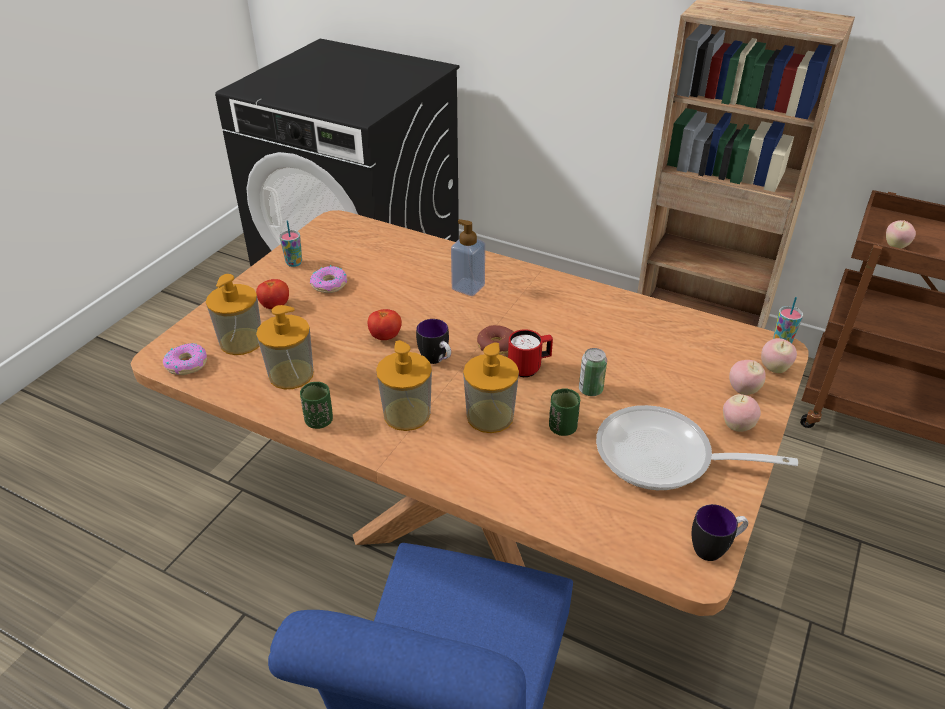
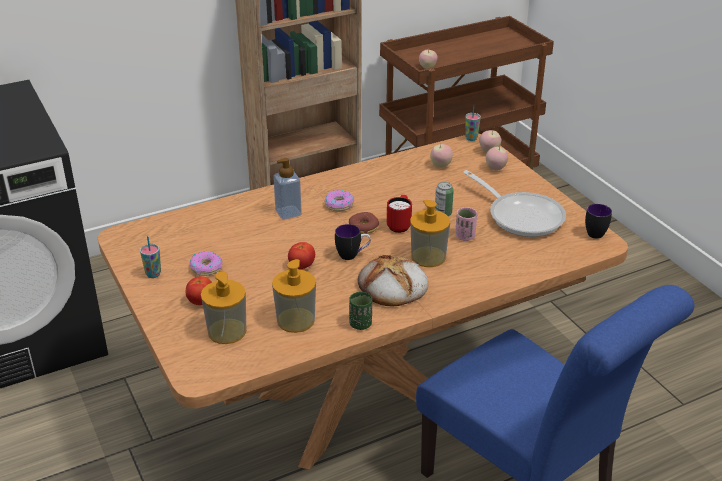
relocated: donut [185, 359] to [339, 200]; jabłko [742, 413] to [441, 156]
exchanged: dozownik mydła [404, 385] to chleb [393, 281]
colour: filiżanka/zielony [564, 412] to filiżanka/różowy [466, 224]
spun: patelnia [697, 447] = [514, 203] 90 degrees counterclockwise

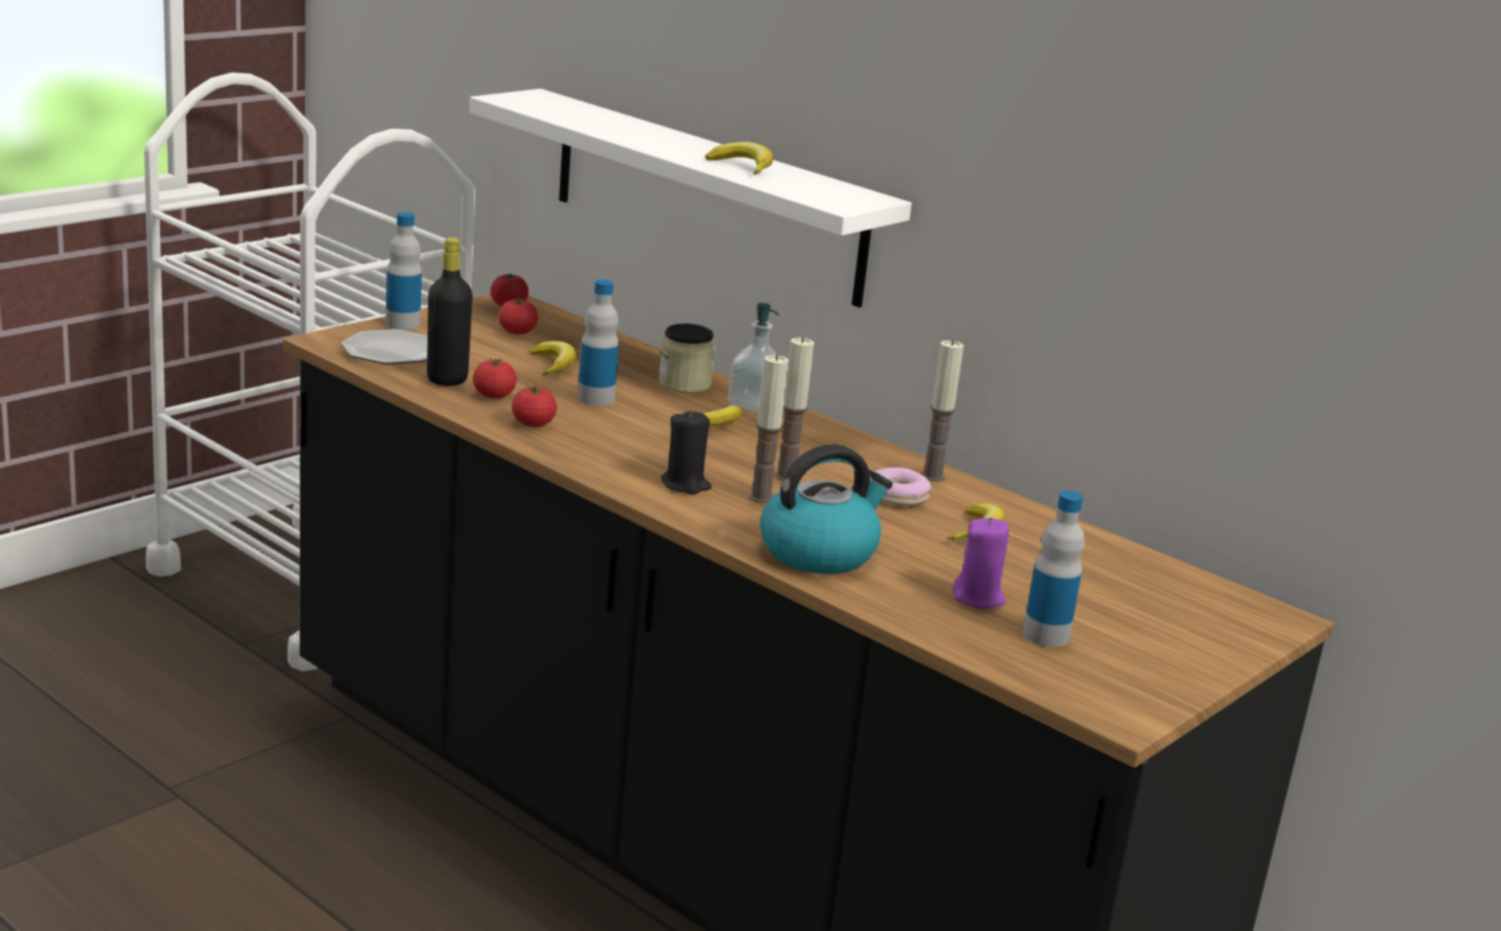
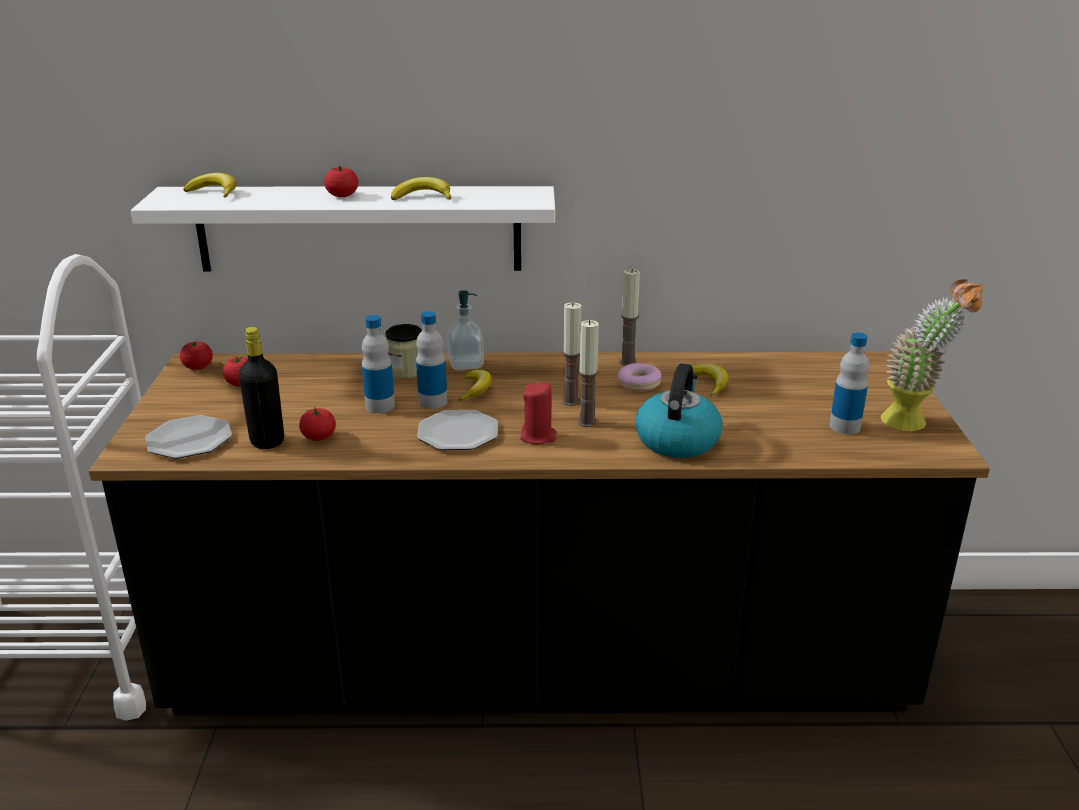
missing: świeca/fioletowy [980, 562]
appeared: talerz [457, 430]; roślina doniczkowa [932, 355]
relocated: butelka [404, 271] to [432, 360]; pomidor [534, 406] to [341, 181]; banan [552, 358] to [209, 185]
colour: świeca/czarny [686, 452] to świeca/czerwony [538, 413]

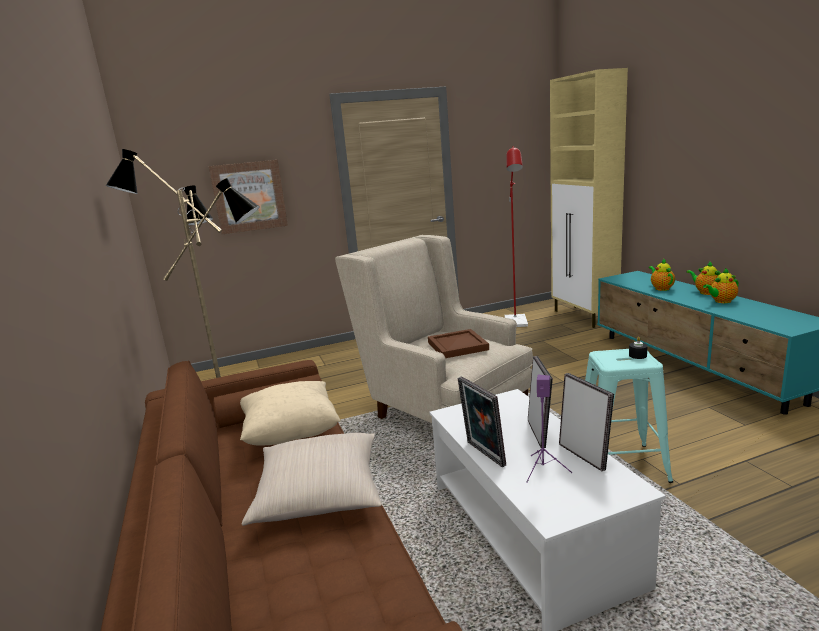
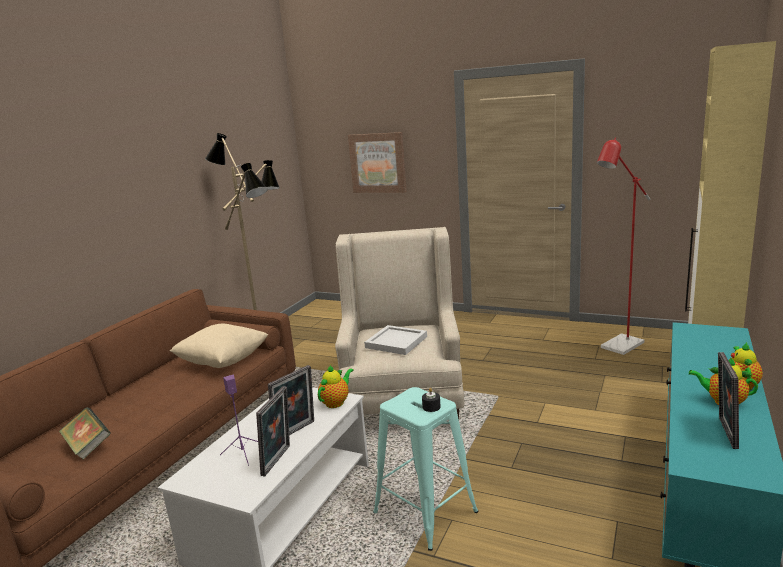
missing: poduszka/beżowy [312, 479]
appeared: książka [85, 433]
relocated: ramka na zdjęcie [482, 421] to [728, 400]; imbryk [662, 275] to [336, 386]
colour: taca/brązowy [458, 343] to taca/biały [395, 340]

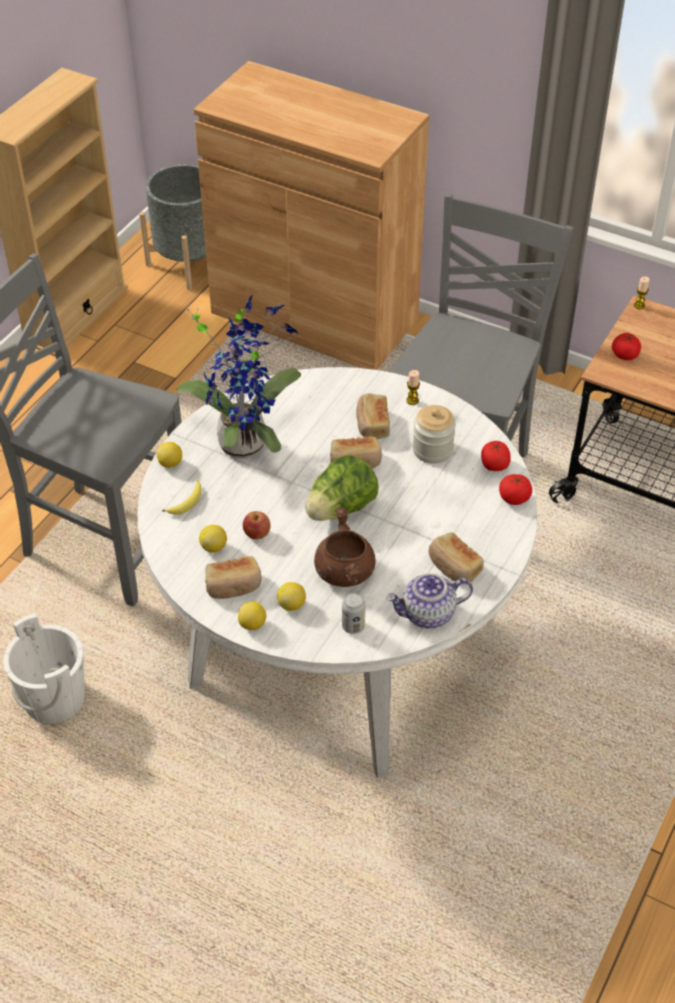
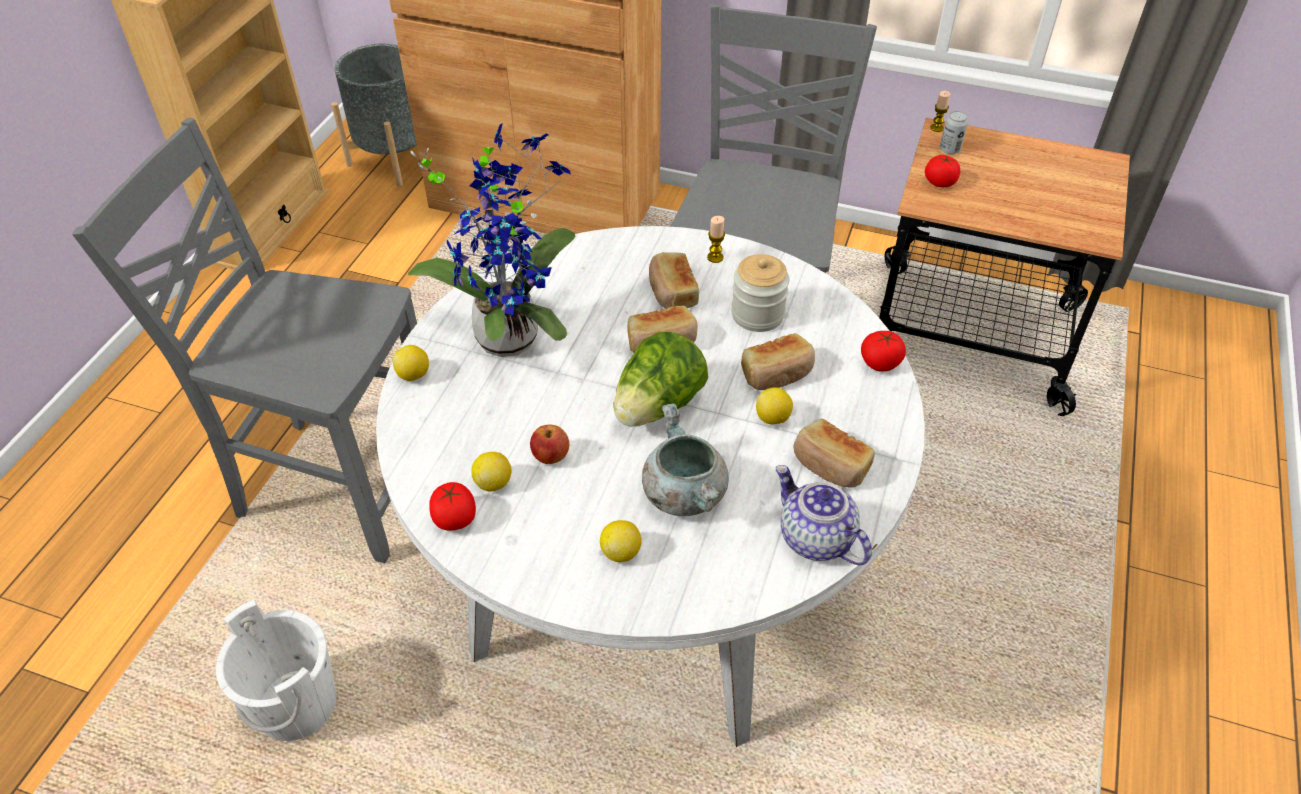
missing: banan [182, 497]
relocated: chleb [233, 577] to [778, 361]; cytryna [252, 615] to [774, 405]; puszka [353, 613] to [954, 132]; pomidor [496, 456] to [452, 506]
colour: garnek/brązowy [345, 547] to garnek/szary [685, 459]
spun: imbryk [429, 600] = [824, 515] 75 degrees clockwise

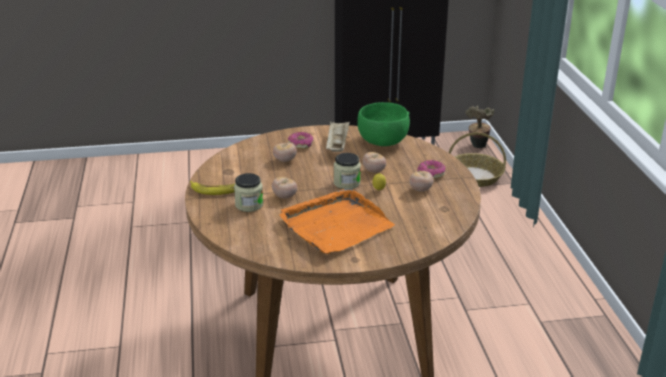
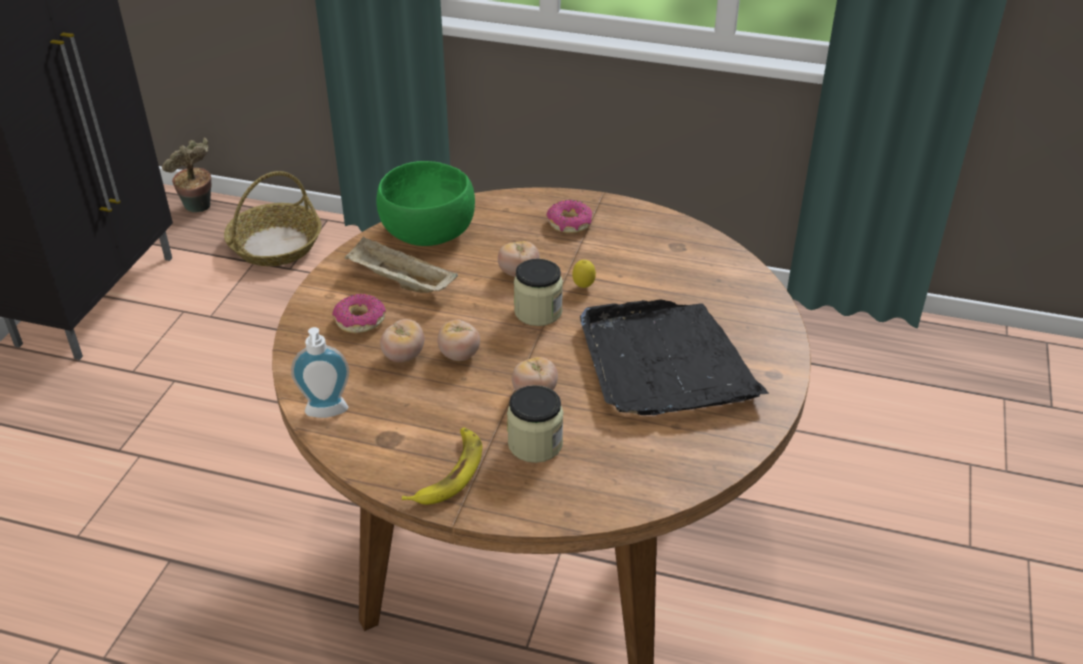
appeared: dozownik mydła [320, 372]
relocated: pomidor [421, 181] to [458, 340]
colour: taca/pomarańczowy [337, 221] to taca/czarny [674, 357]

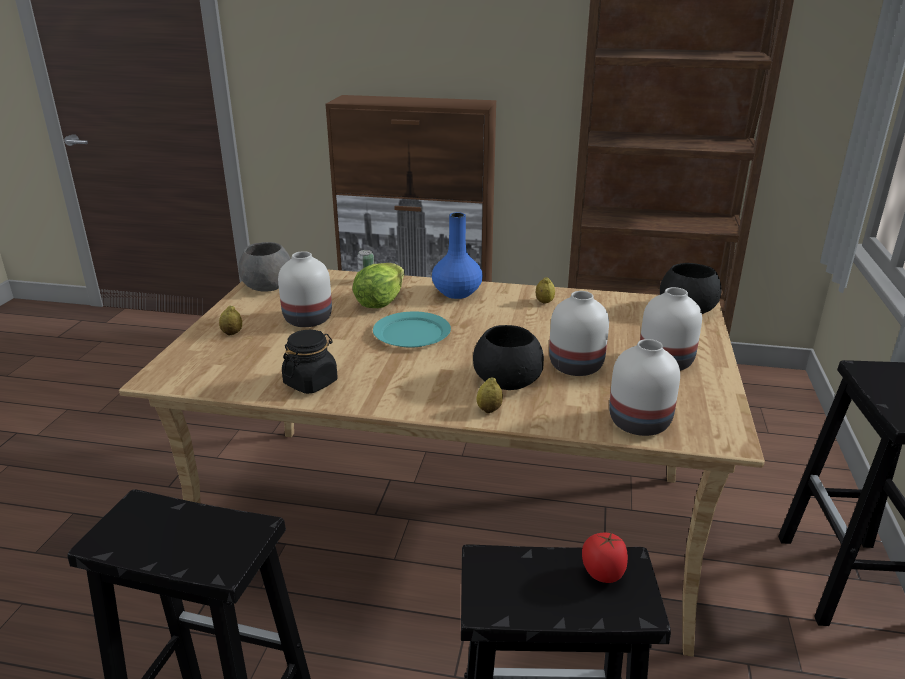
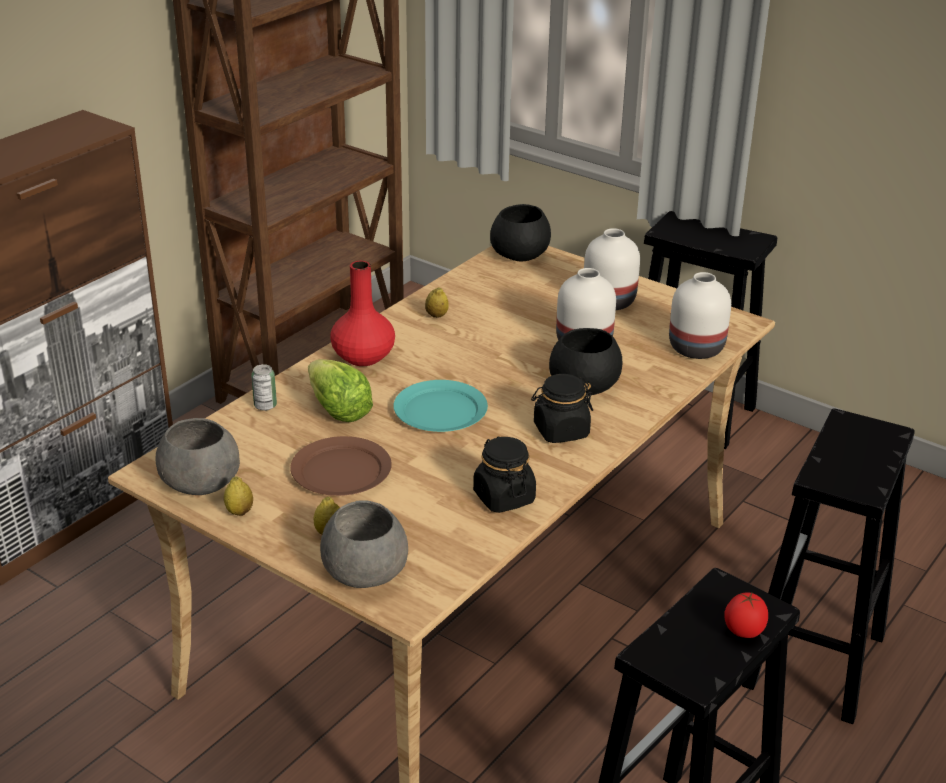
appeared: miska/szary [364, 544]; słoik/czarny [562, 408]
relocated: cytryna [490, 395] to [238, 496]; pomidor [605, 557] to [746, 615]
exchanged: wazon/biały [305, 289] to talerz/brązowy [341, 466]
colour: wazon/niebieski [457, 255] to wazon/czerwony [362, 313]

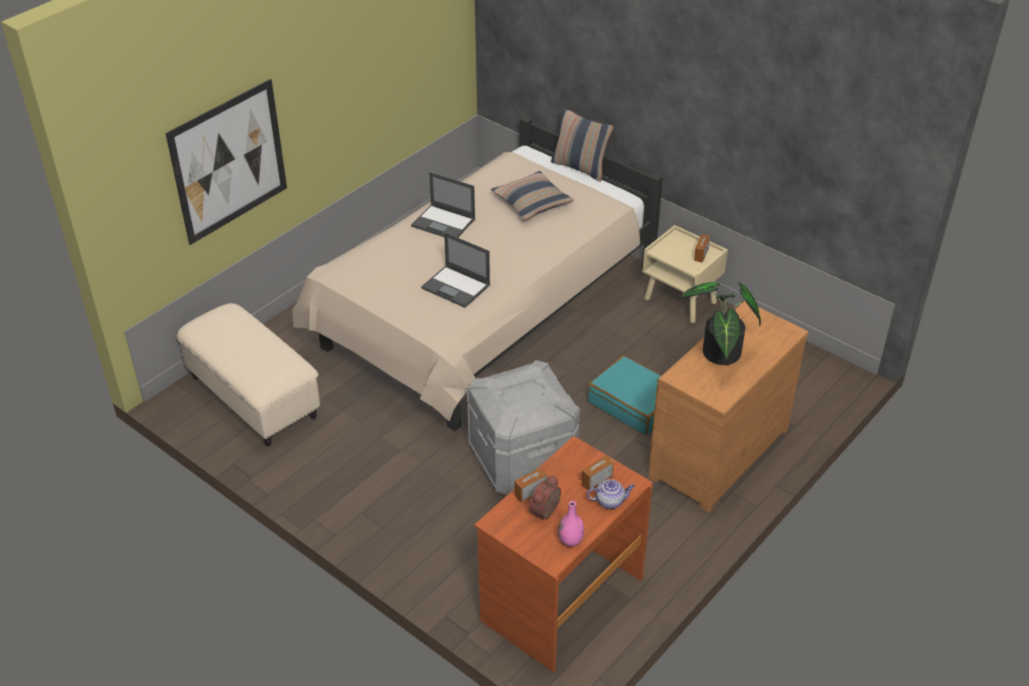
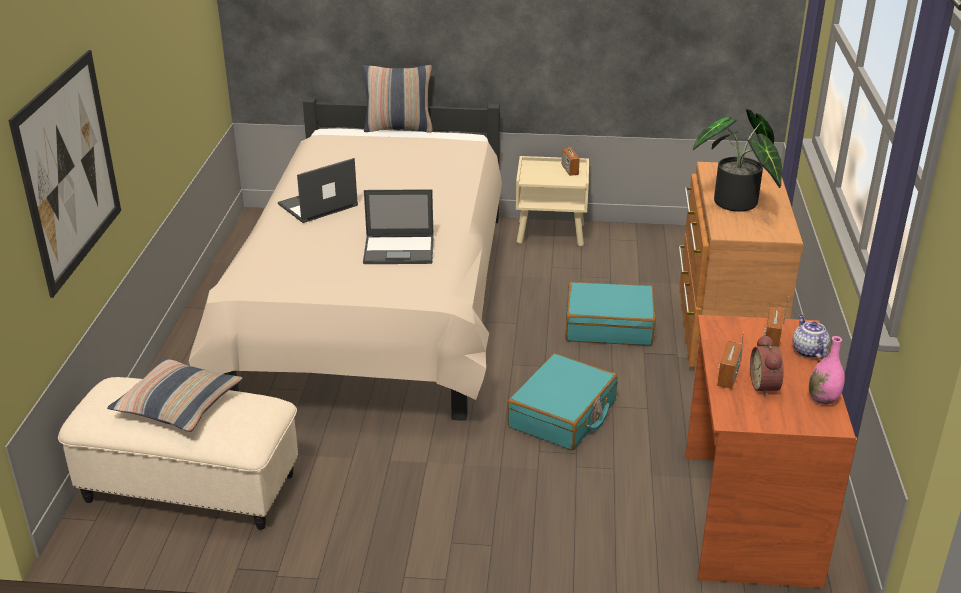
relocated: poduszka [532, 195] to [174, 395]
exchanged: pojemnik do przechowywania/szary [523, 427] to walizka/turkusowy [562, 402]
spun: laptop [443, 205] = [318, 190] 150 degrees clockwise; imbryk [611, 494] = [811, 336] 60 degrees counterclockwise

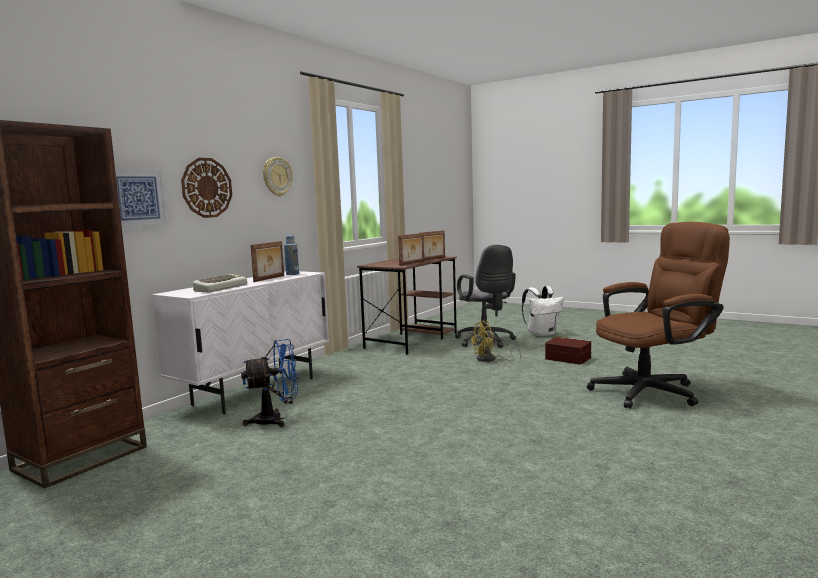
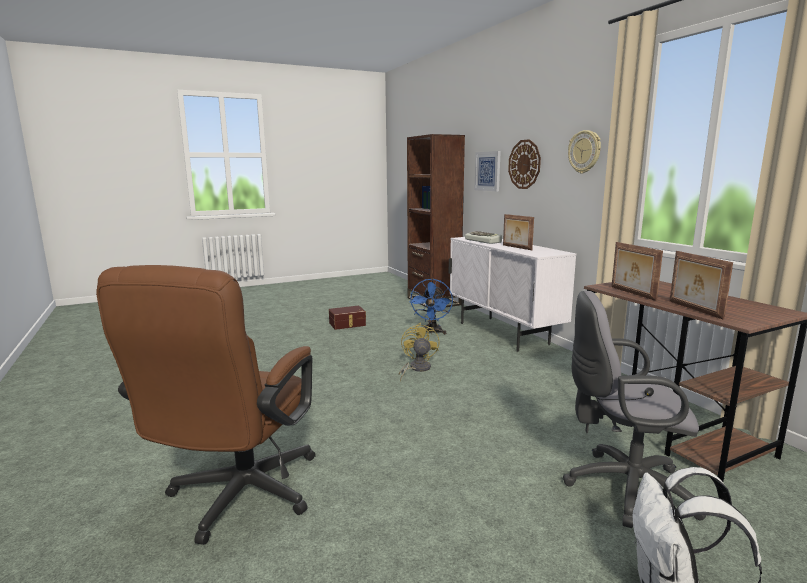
missing: butelka/niebieski [291, 254]
relocated: wentylator/żółty [495, 341] to [419, 352]; pojemnik do przechowywania/brązowy [568, 351] to [347, 318]

